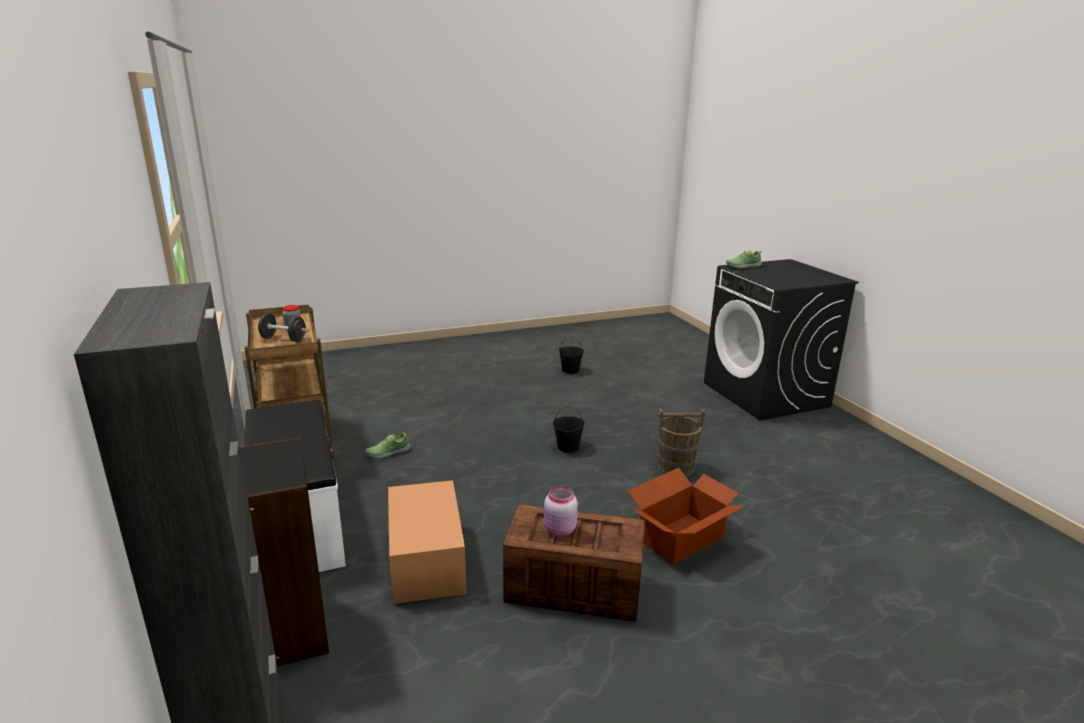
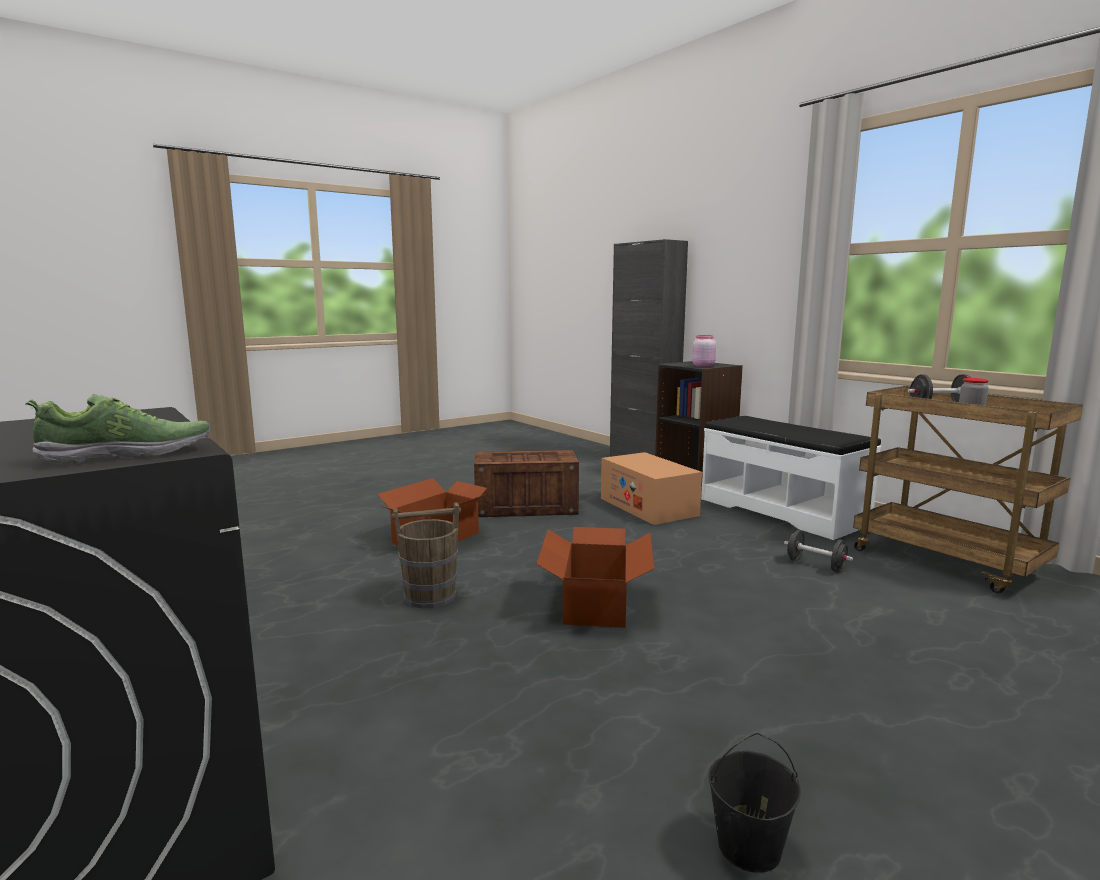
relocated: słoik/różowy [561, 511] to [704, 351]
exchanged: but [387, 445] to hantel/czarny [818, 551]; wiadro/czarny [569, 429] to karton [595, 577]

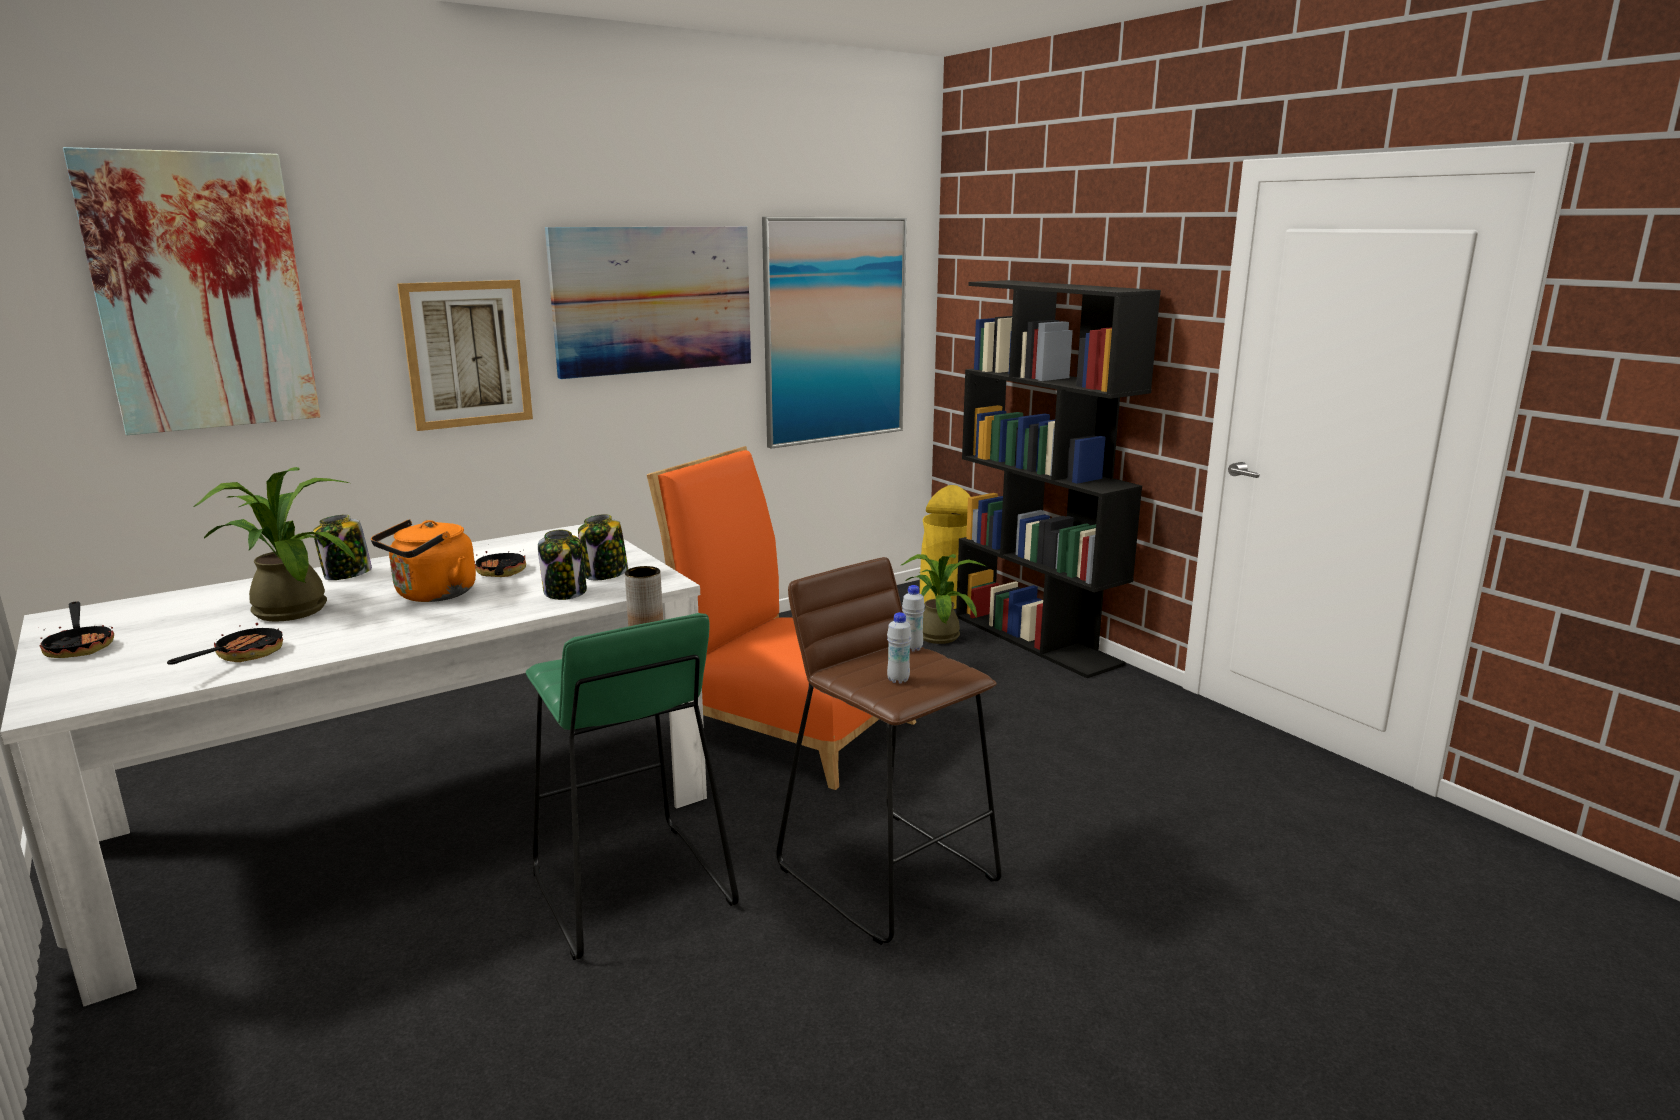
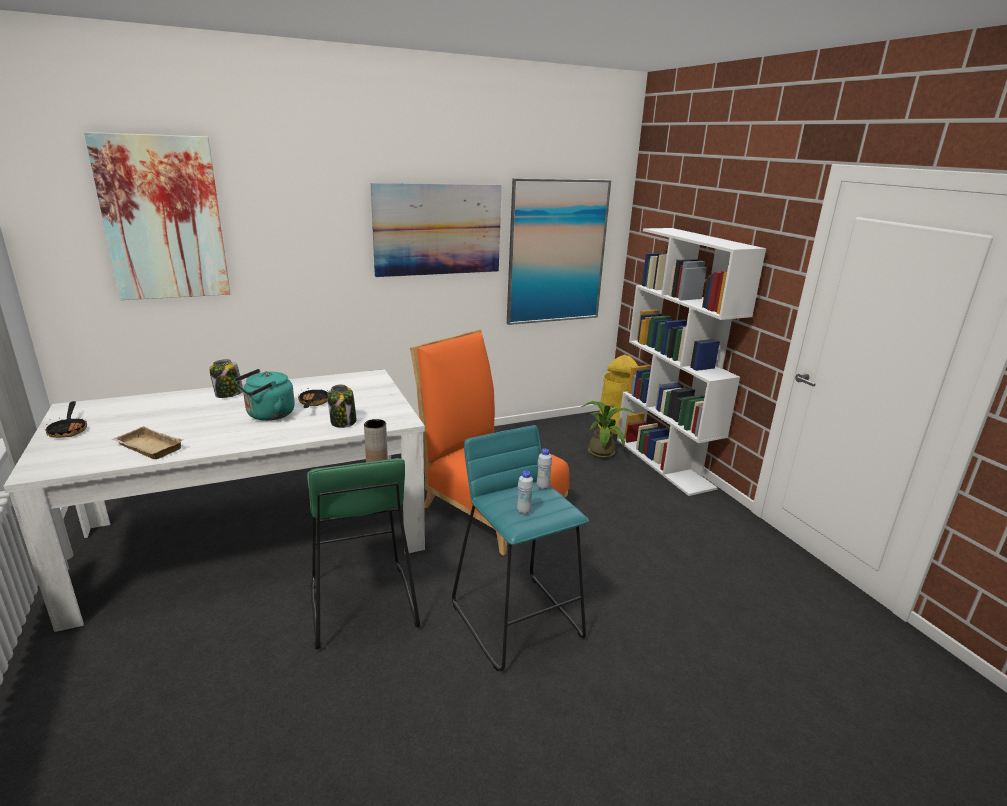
missing: roślina doniczkowa [274, 544]; obraz [465, 355]; słoik [603, 547]
exchanged: patelnia [225, 644] to taca/beżowy [148, 442]
colour: czajnik/pomarańczowy [423, 560] to czajnik/turkusowy [264, 395]; stołek/brązowy [889, 751] to stołek/turkusowy [520, 548]; regał/czarny [1058, 479] to regał/biały [691, 362]

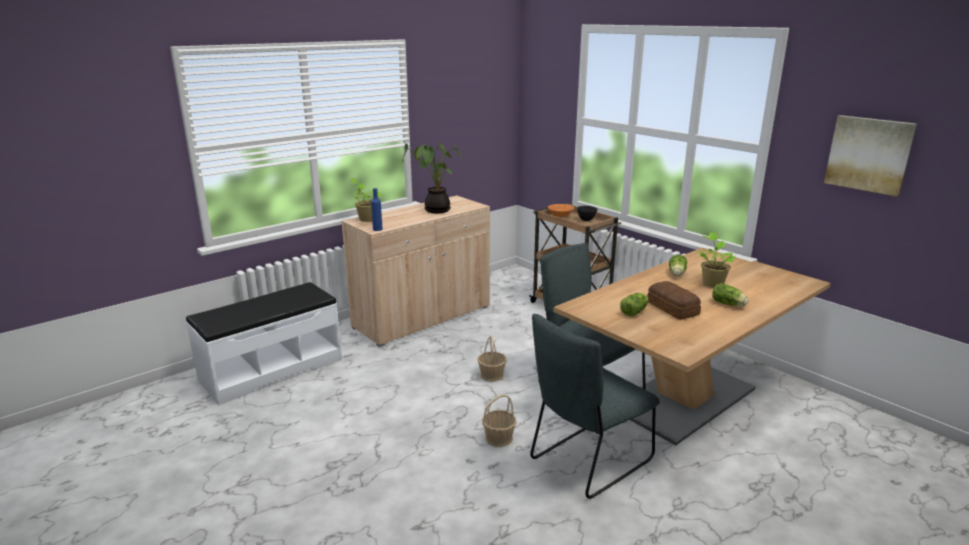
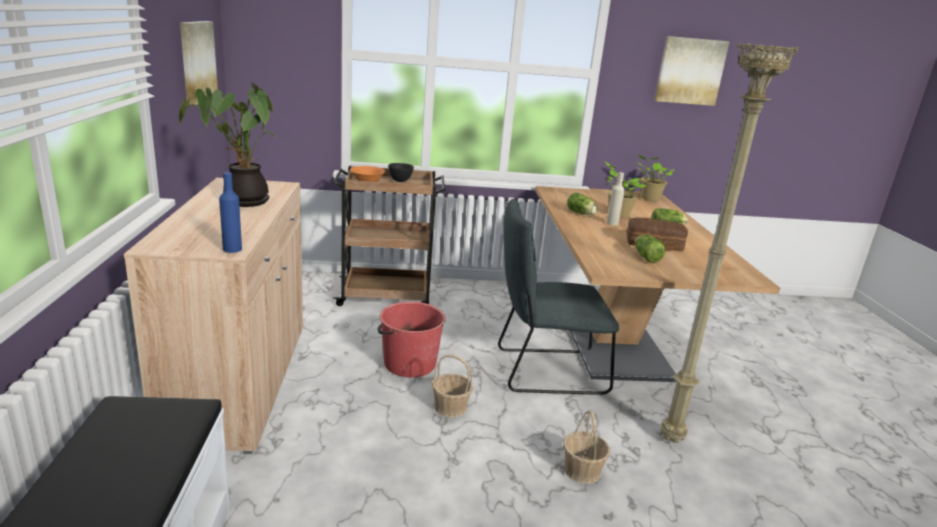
appeared: obraz [199, 63]; wiadro/czerwony [412, 339]; butelka/beżowy [616, 198]
relocated: roślina doniczkowa [367, 200] to [654, 178]
exchanged: krzesło/szary [595, 406] to lampa stojąca/beżowy [729, 243]

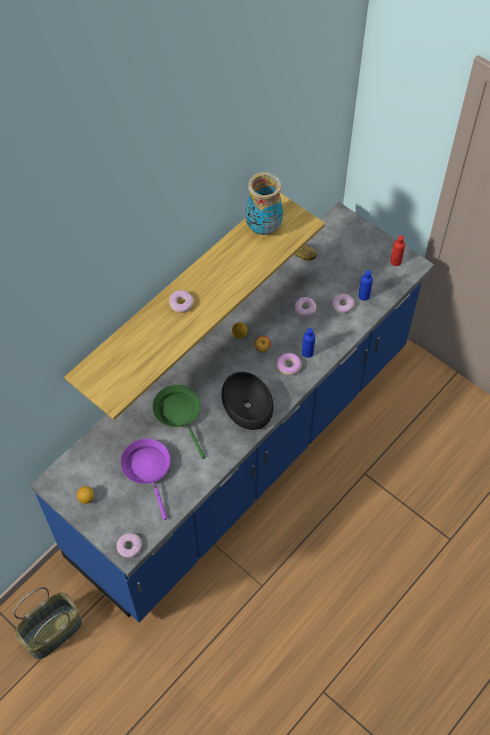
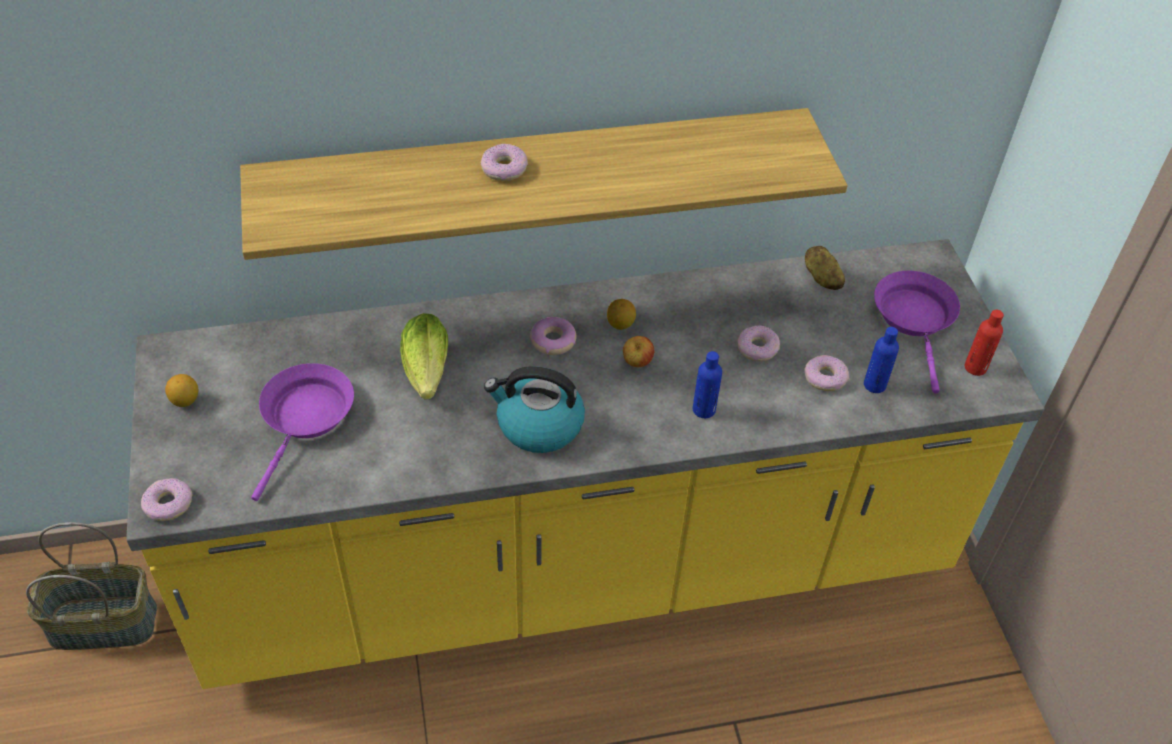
missing: wazon [264, 203]
appeared: patelnia/fioletowy [917, 331]
relocated: donut [289, 364] to [553, 336]
exchanged: patelnia/zielony [178, 422] to sałata [424, 356]; miska/czarny [248, 401] to czajnik [534, 409]
colour: zabudowa kuchenna/niebieski [232, 412] to zabudowa kuchenna/żółty [585, 464]

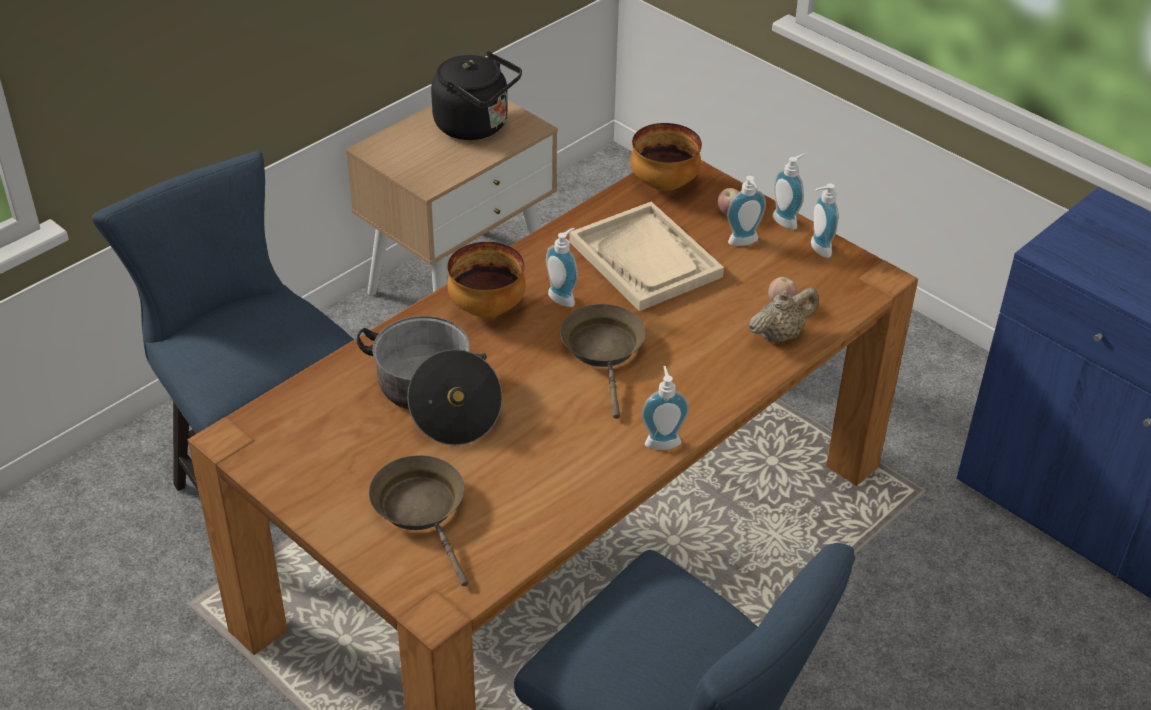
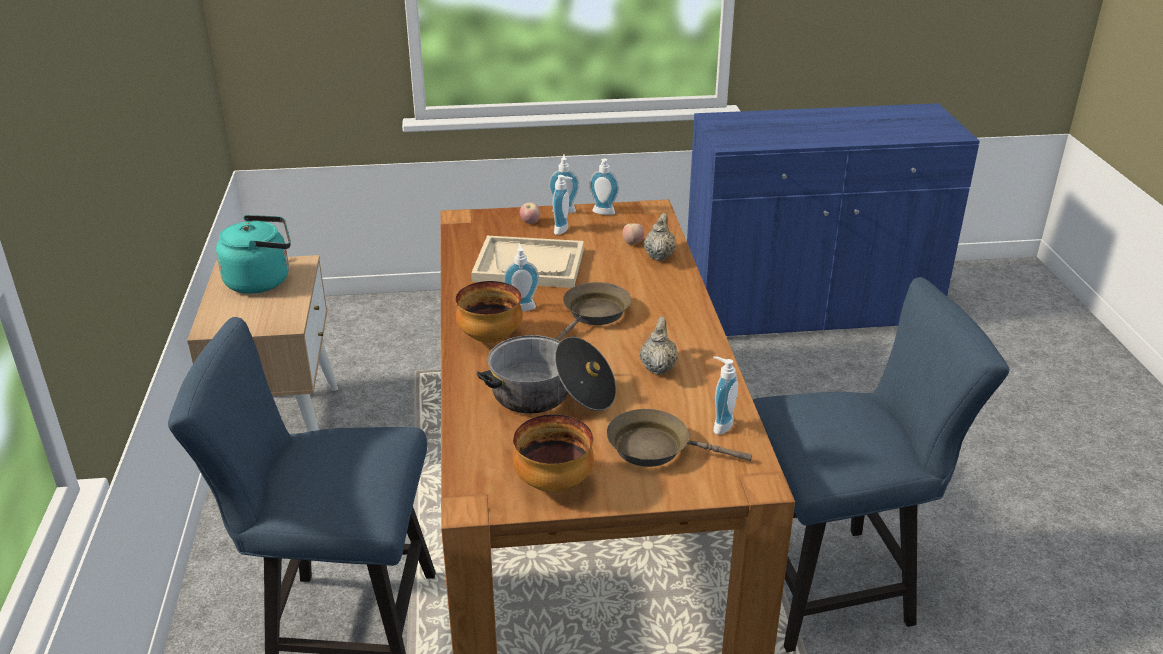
appeared: imbryk/beżowy [659, 345]
relocated: miska [666, 157] to [553, 453]; dozownik mydła [665, 408] to [725, 395]
colour: czajnik/czarny [476, 95] to czajnik/turkusowy [253, 254]
spun: patelnia/brązowy [603, 361] = [593, 311] 90 degrees clockwise

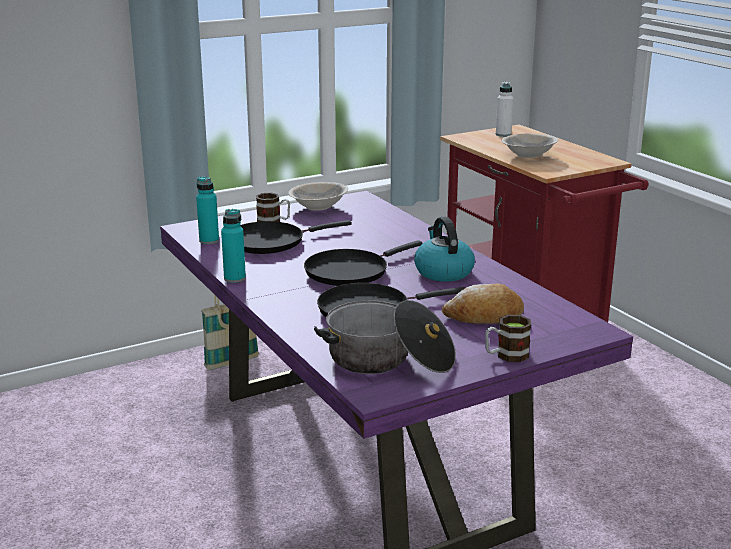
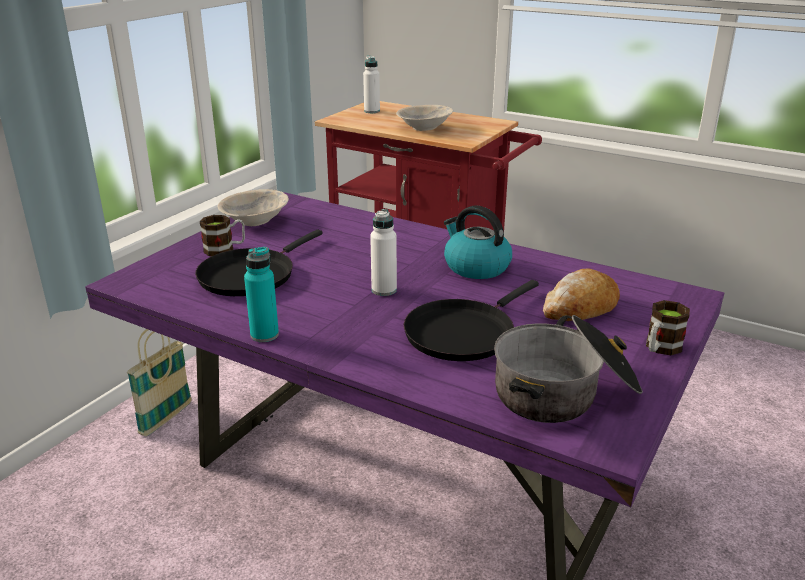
missing: butelka/turkusowy [207, 210]
exchanged: patelnia/czarny [363, 263] to butelka/biały [383, 252]

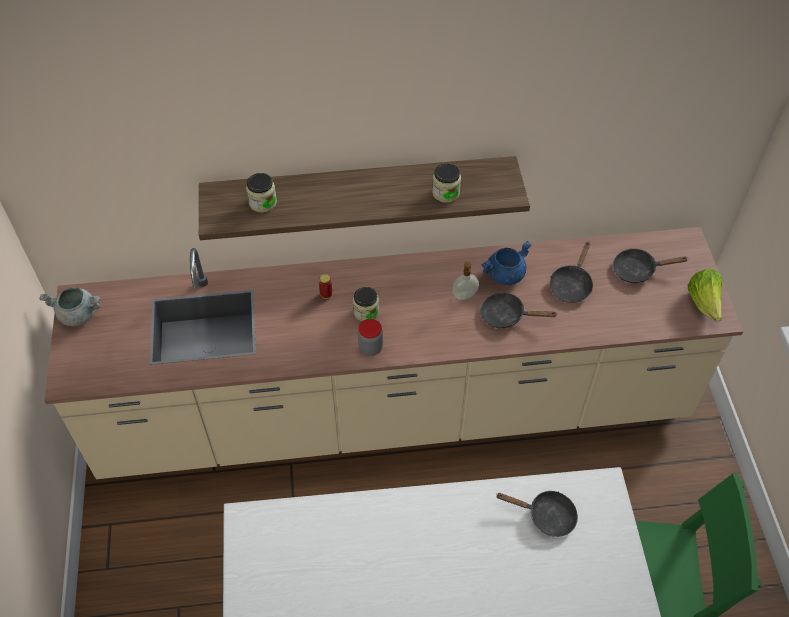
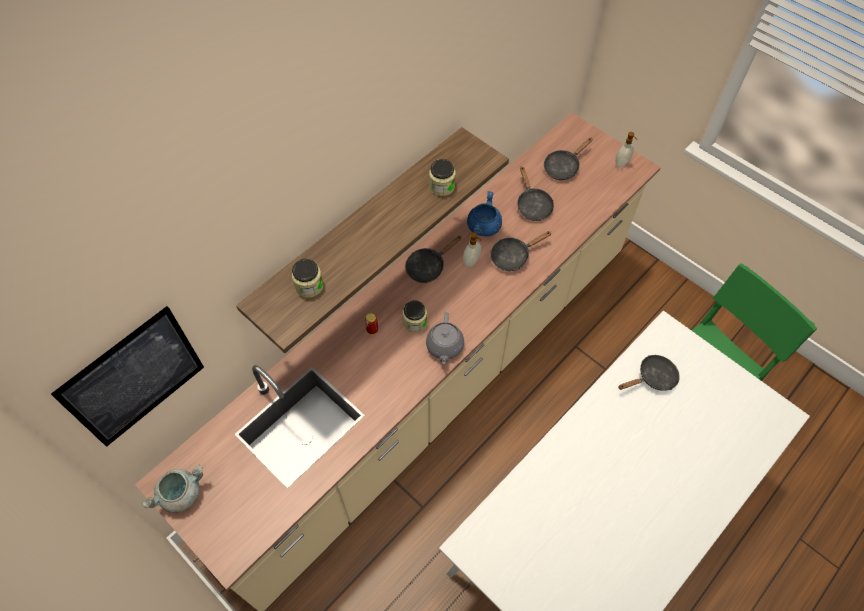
appeared: obraz [127, 376]; patelnia/czarny [433, 259]
exchanged: słoik [370, 337] to imbryk/szary [445, 338]; sałata [705, 295] to dozownik mydła [626, 149]

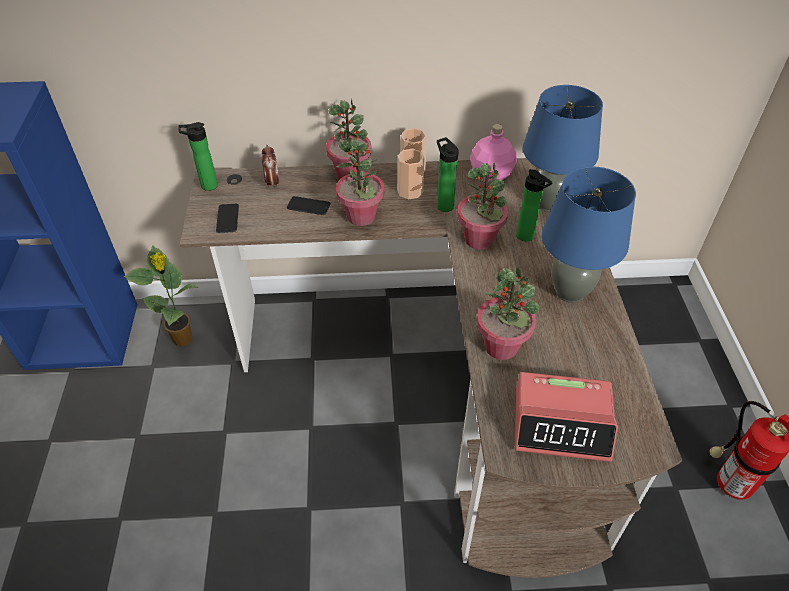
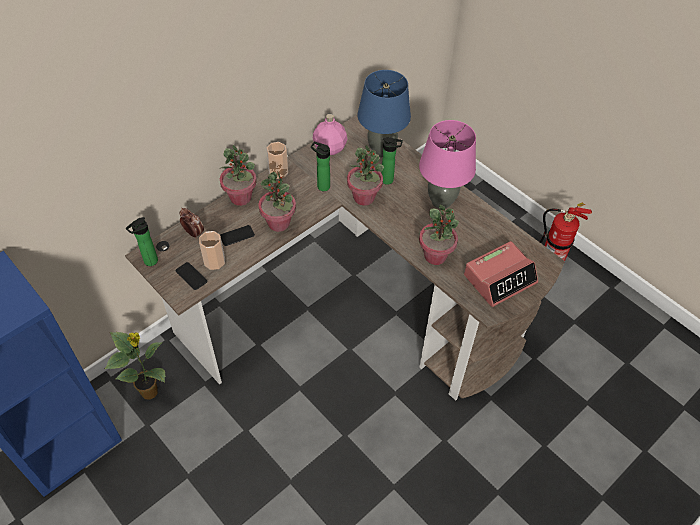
relocated: filiżanka [410, 174] to [212, 250]
colour: lampa stołowa/niebieski [589, 234] to lampa stołowa/różowy [447, 164]

